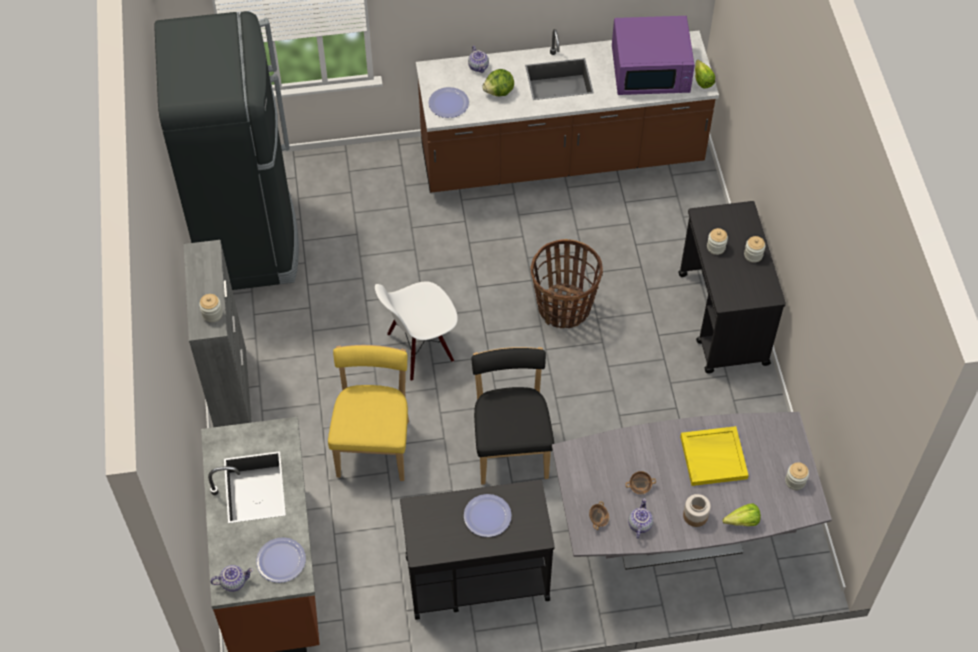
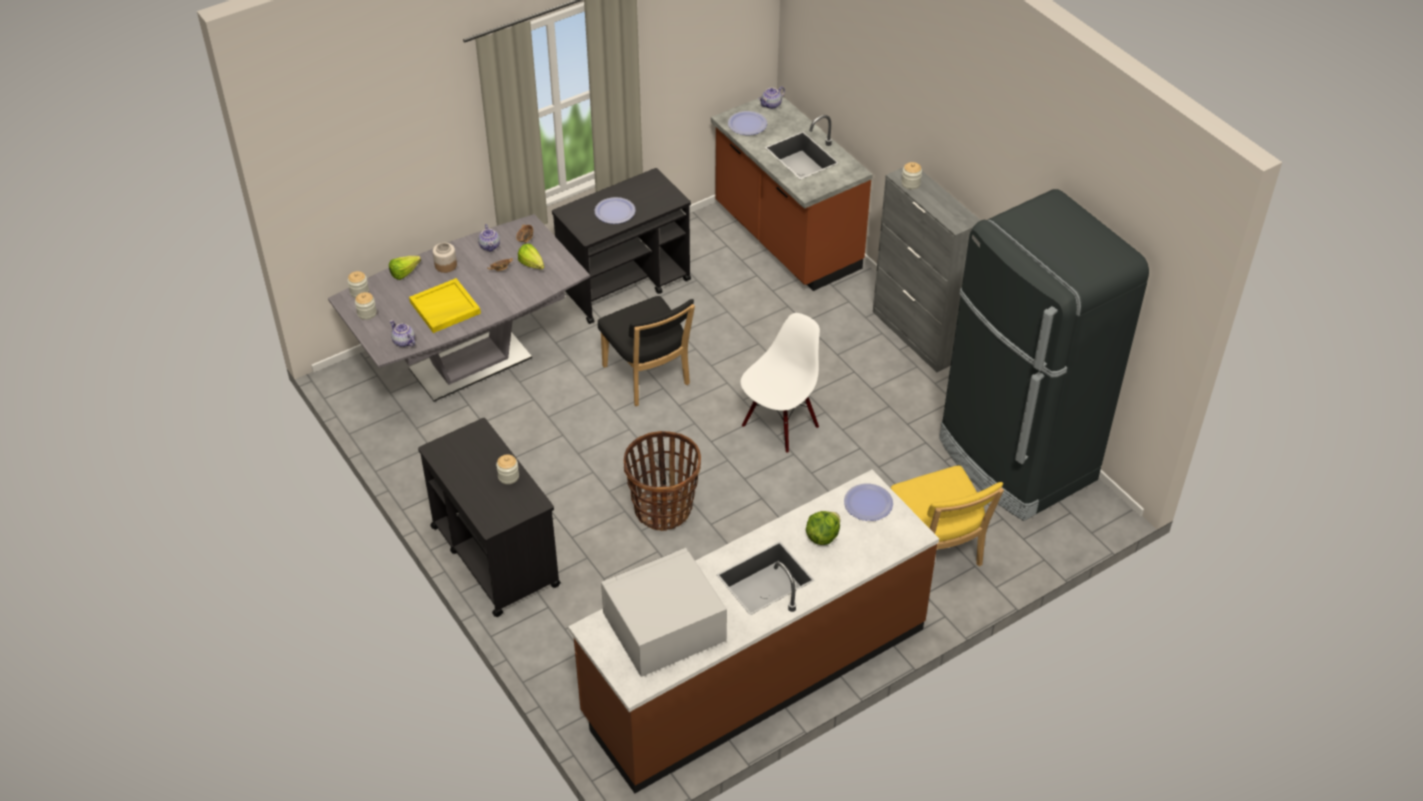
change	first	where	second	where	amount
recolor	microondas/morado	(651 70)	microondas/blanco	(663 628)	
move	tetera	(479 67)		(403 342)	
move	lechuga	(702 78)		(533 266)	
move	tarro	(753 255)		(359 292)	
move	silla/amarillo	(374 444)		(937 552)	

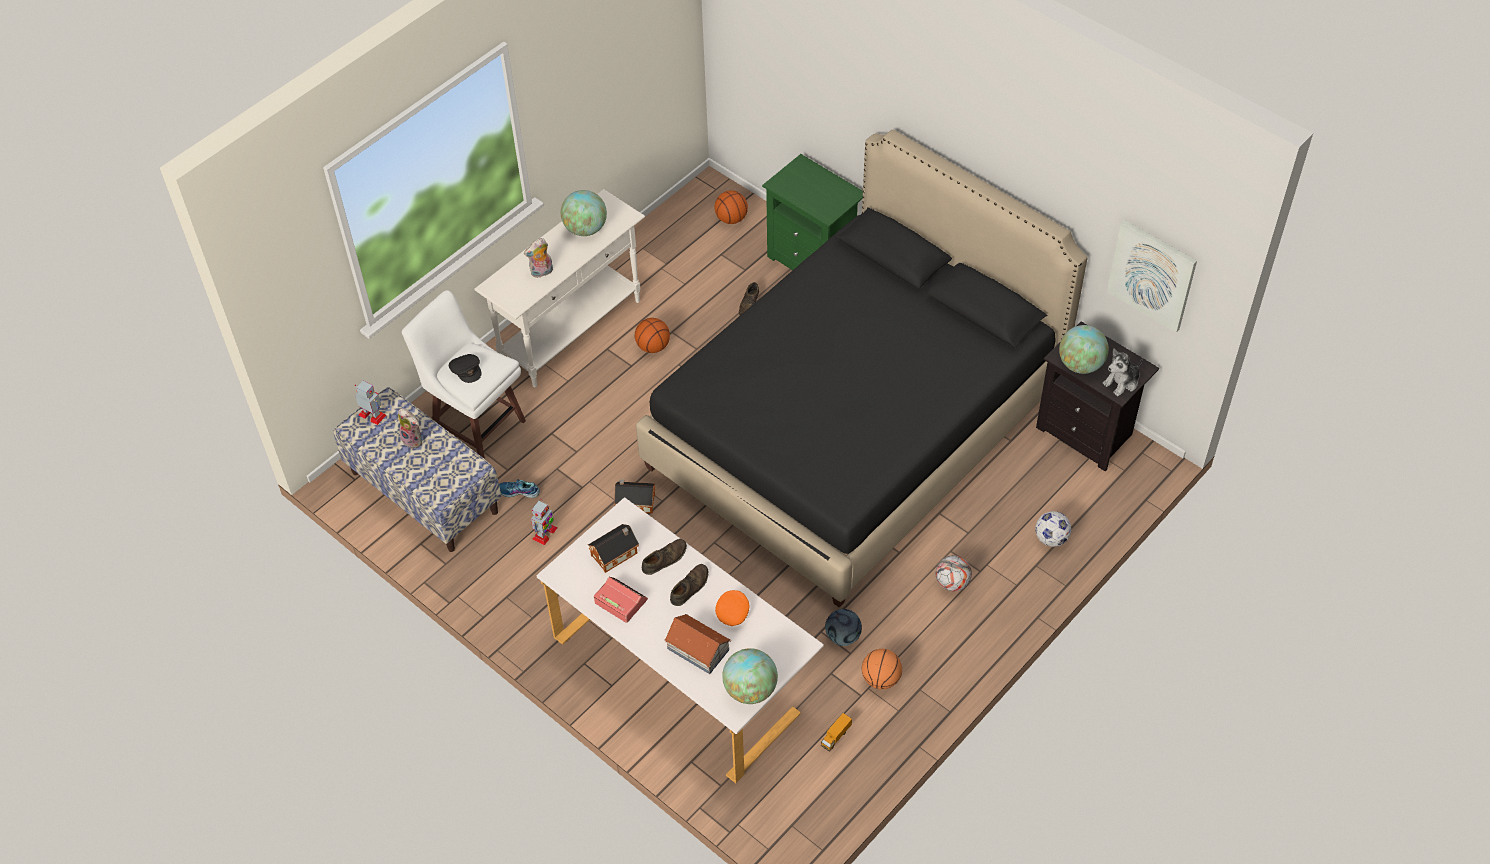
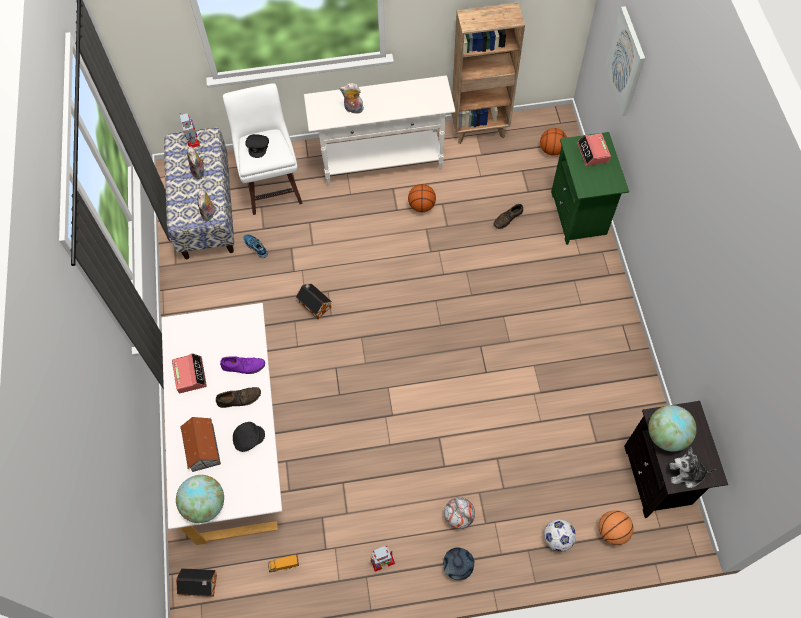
change	first	where	second	where	amount
delete	cama/negro	(854 427)			
delete	globo terráqueo	(585 229)			
move	cuadro	(1152 274)		(626 62)	
move	robot de juguete	(545 533)		(382 561)	
move	casita	(616 553)		(201 585)	
recolor	zapato/marrón	(664 559)	zapato/morado	(243 366)	
recolor	gorra/naranja	(732 611)	gorra/negro	(248 438)	
move	balón de fútbol	(842 636)		(457 566)	
move	balón de baloncesto	(881 679)		(612 531)	
insert			estantería/marrón	(480 129)	
insert			despertador	(593 153)	
insert			peluche	(209 214)	

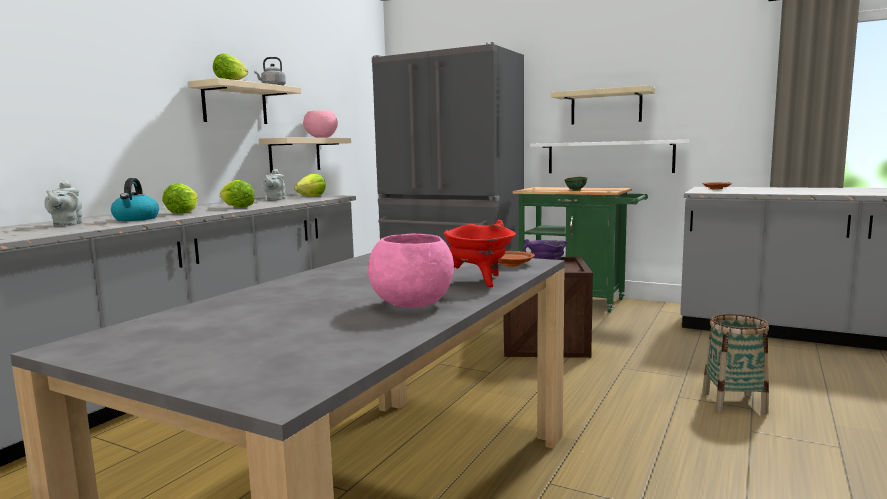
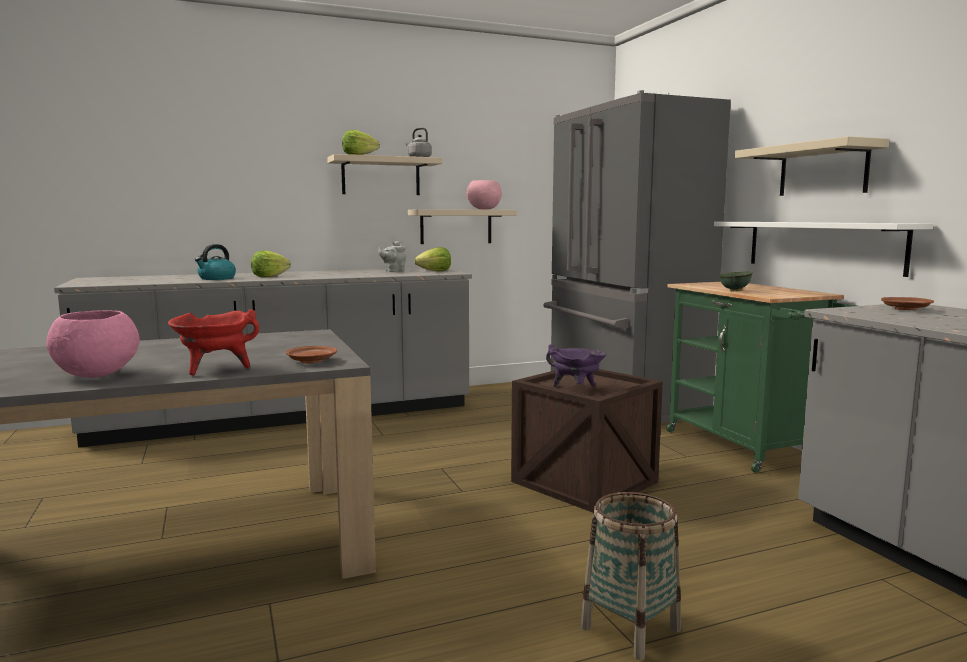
change	first	where	second	where	amount
delete	lechuga	(237 207)			
delete	tetera/gris	(66 224)			

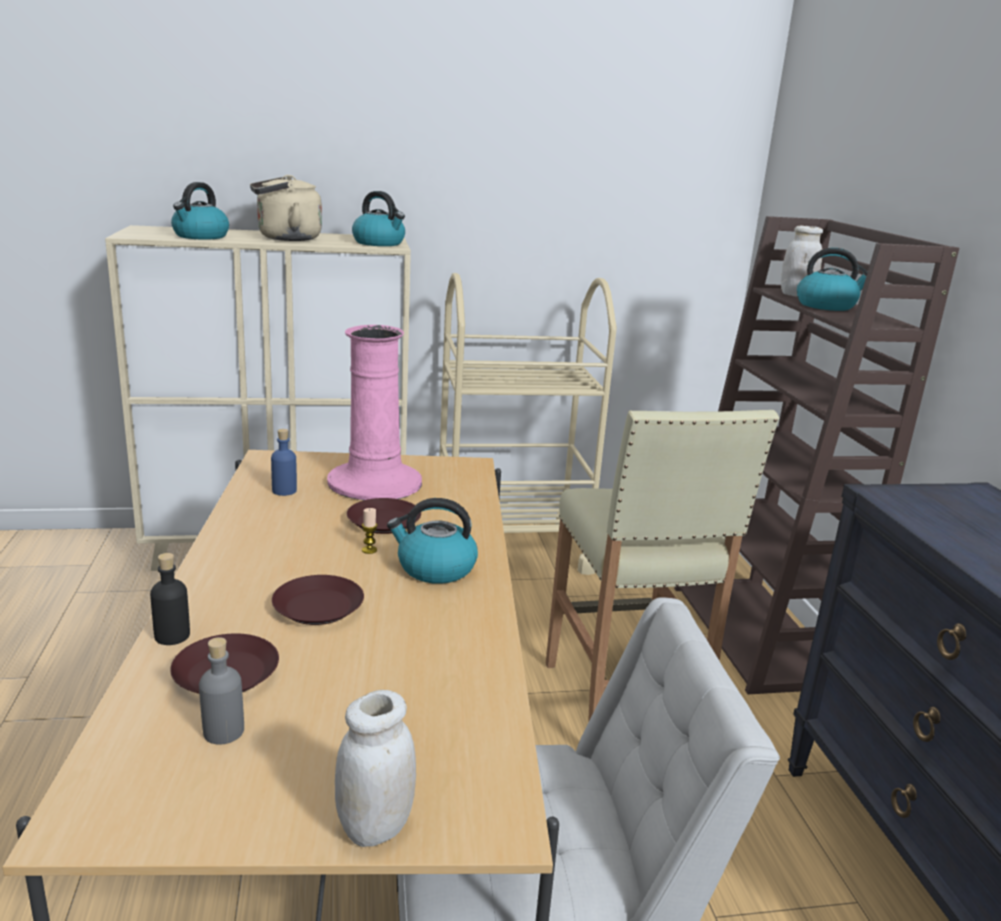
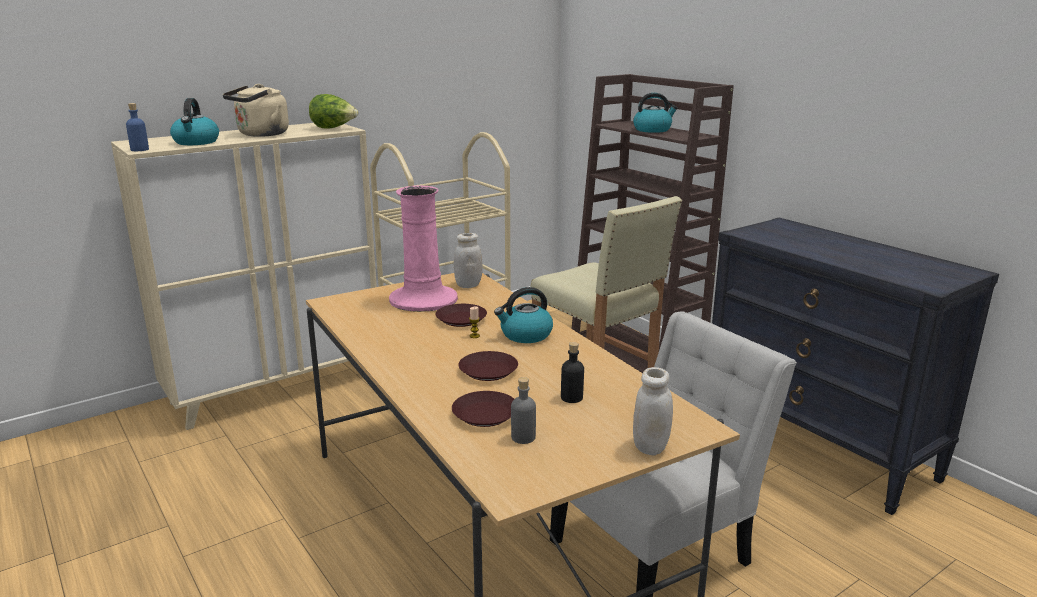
change	first	where	second	where	amount
replace	hervidor	(379 243)	lechuga	(334 128)	
move	tarro/blanco	(796 295)		(468 285)	
move	botella/azul	(284 491)		(140 149)	
move	botella/negro	(172 636)		(571 397)	

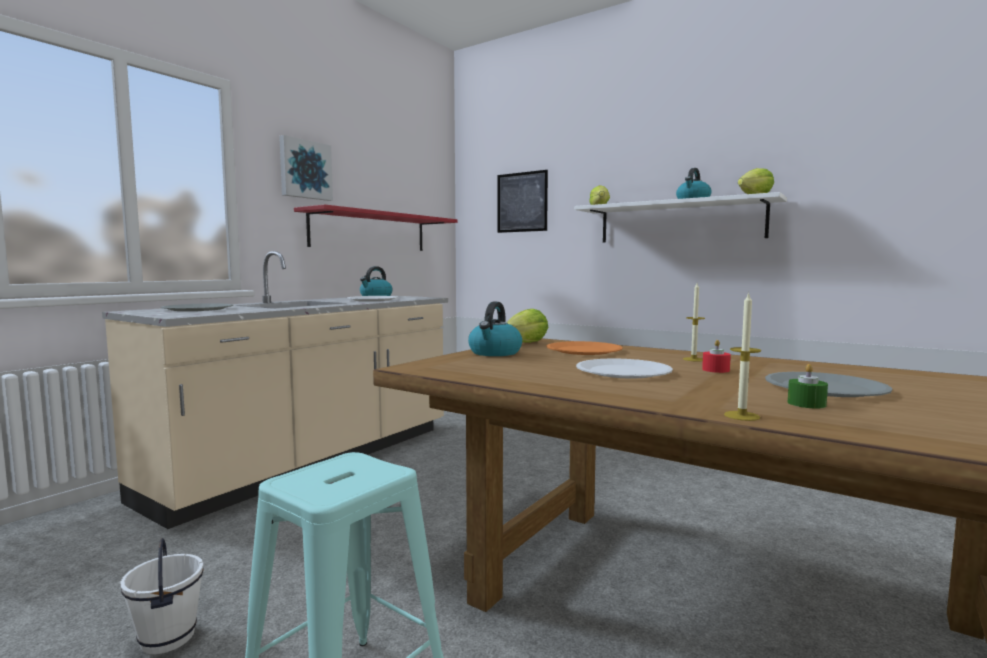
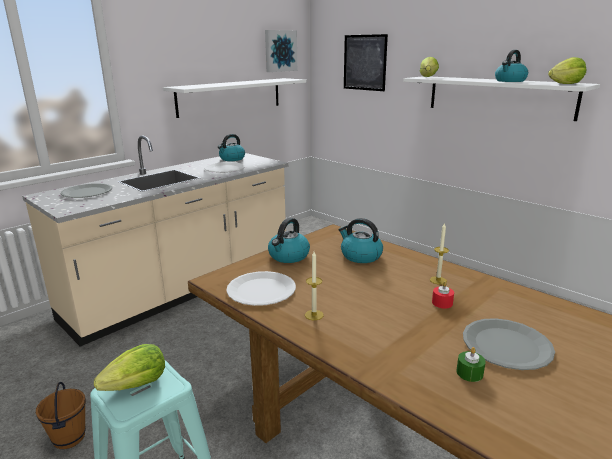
change	first	where	second	where	amount
move	cuadro	(305 169)		(280 51)	
recolor	estante/rojo	(370 232)	estante/blanco	(230 96)	
move	vela	(741 416)		(314 315)	
move	lechuga	(526 343)		(137 385)	
replace	plato/naranja	(584 350)	hervidor	(360 256)	
move	plato/blanco	(623 371)		(261 290)	
recolor	cubo/blanco	(166 638)	cubo/marrón	(68 438)	

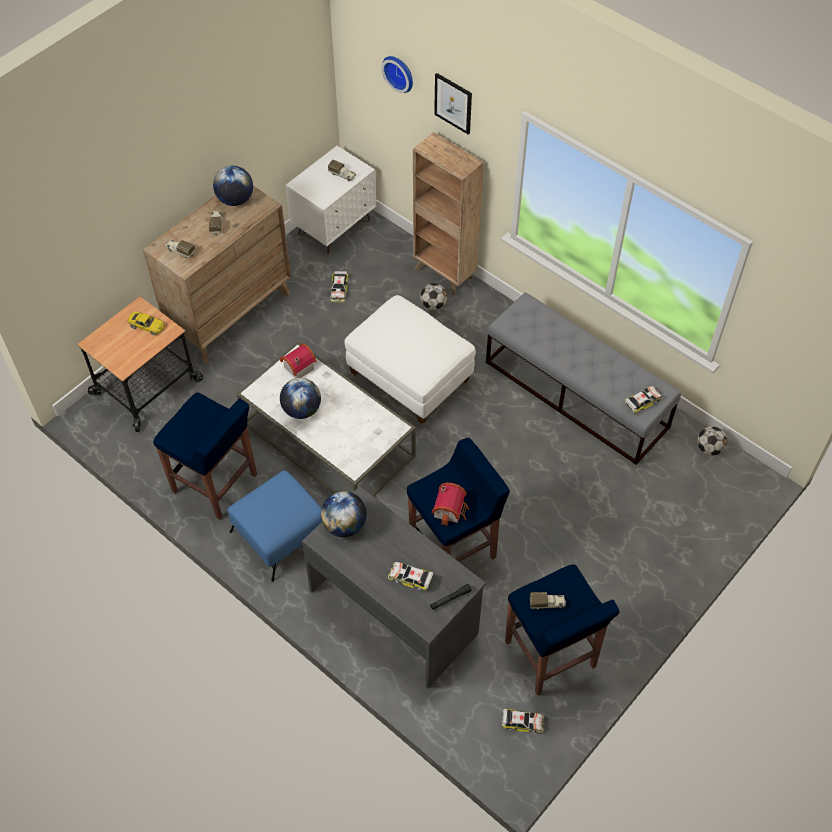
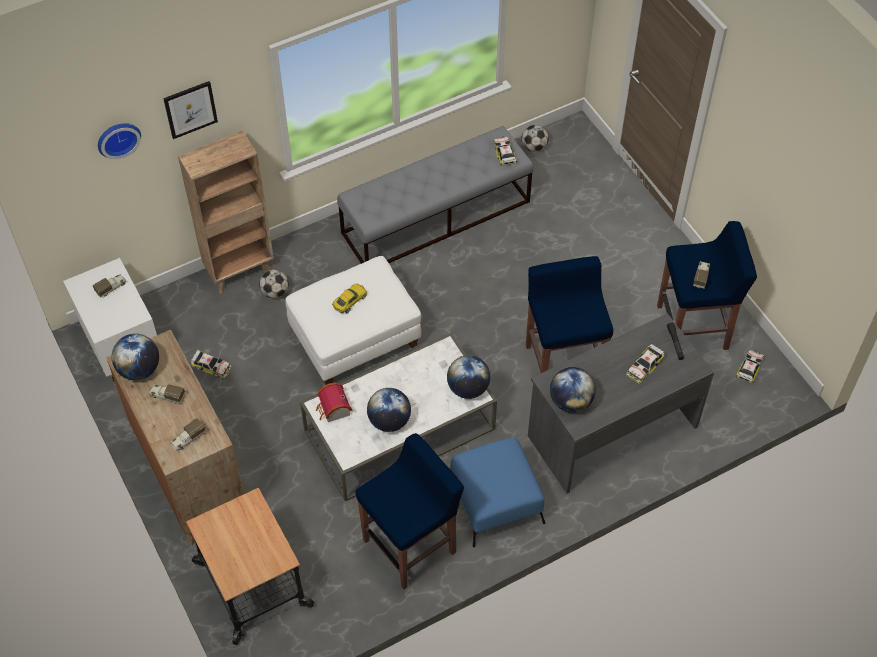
change	first	where	second	where	amount
move	coche de juguete/amarillo	(147 326)		(349 301)	
delete	casita	(451 509)			
insert			globo terráqueo	(468 388)	

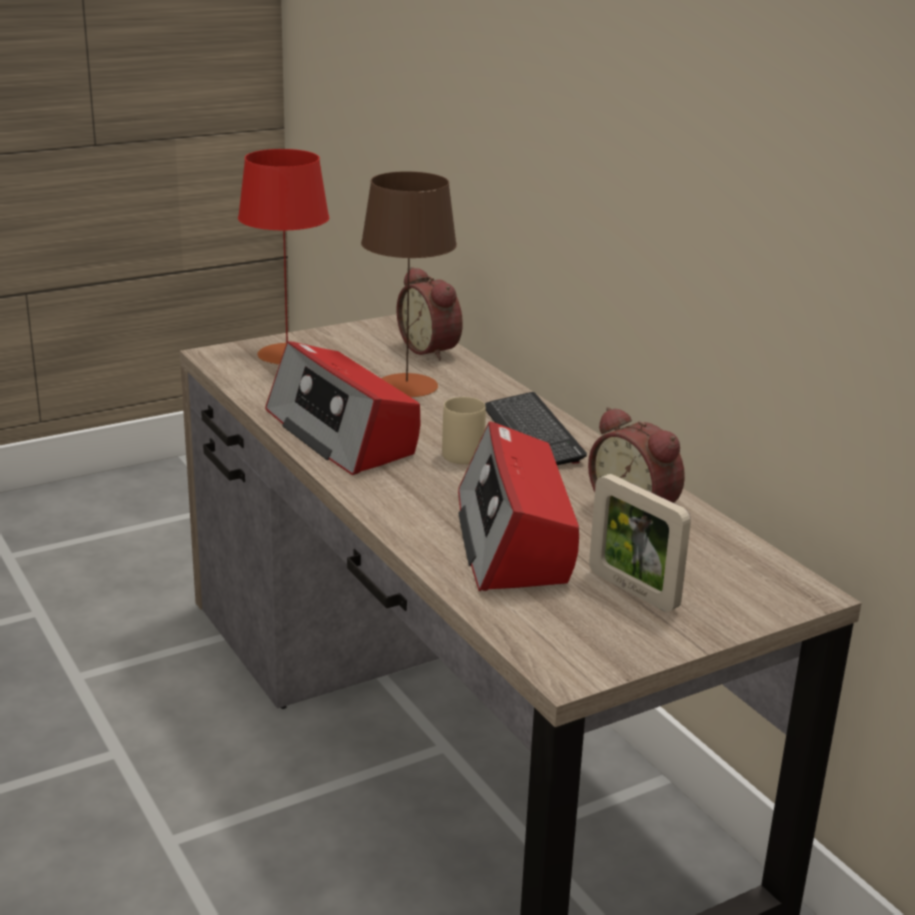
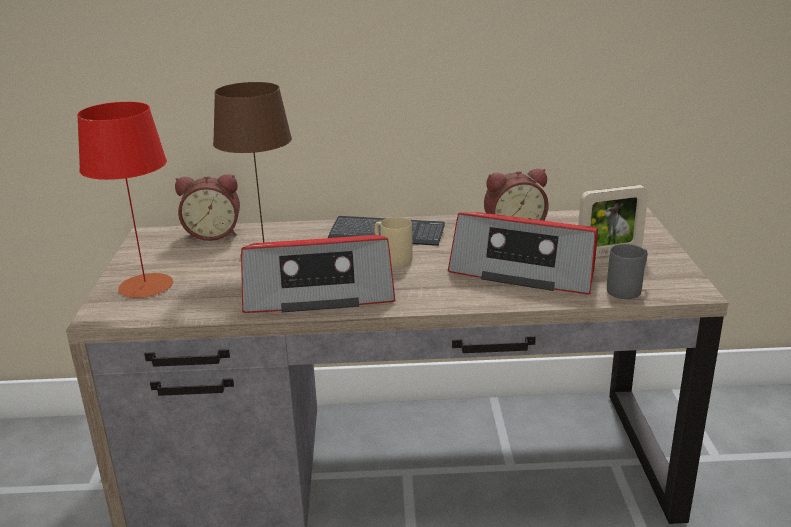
change	first	where	second	where	amount
insert			taza grande/gris	(628 289)	

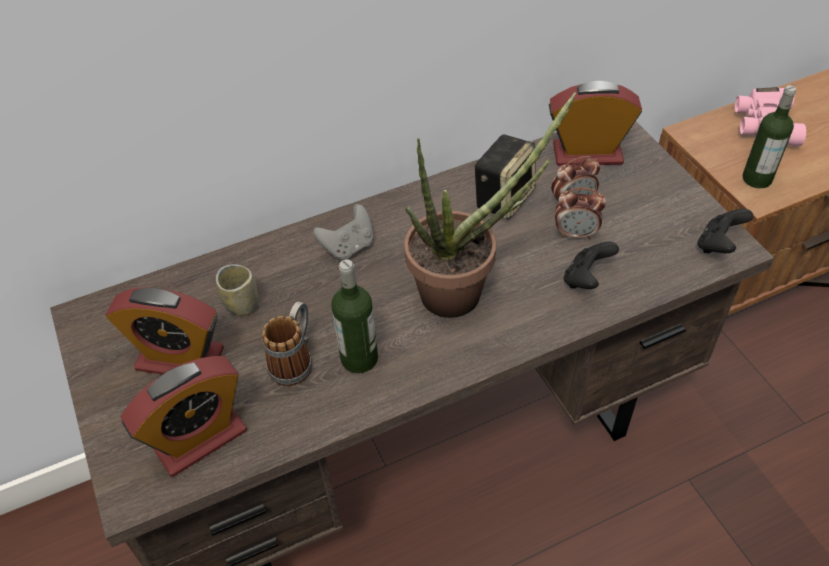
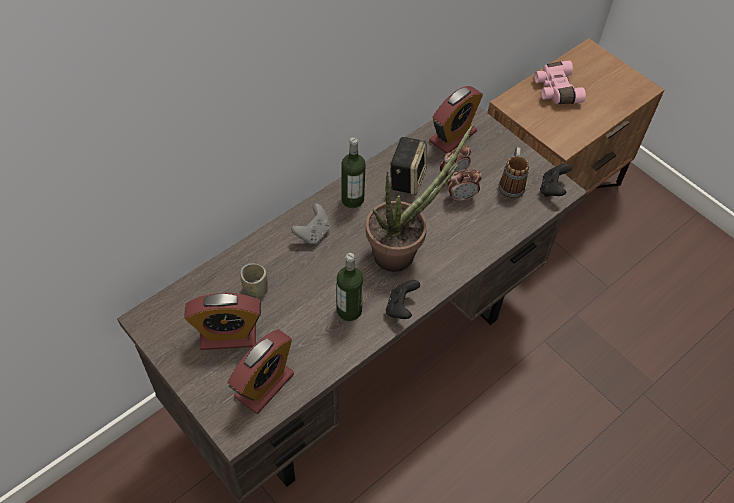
change	first	where	second	where	amount
rotate	despertador	(587 154)		(452 136)	150 degrees clockwise
move	botella	(757 179)		(352 199)	
move	mando de consola/negro	(586 279)		(401 307)	
move	taza grande	(295 360)		(511 184)	

